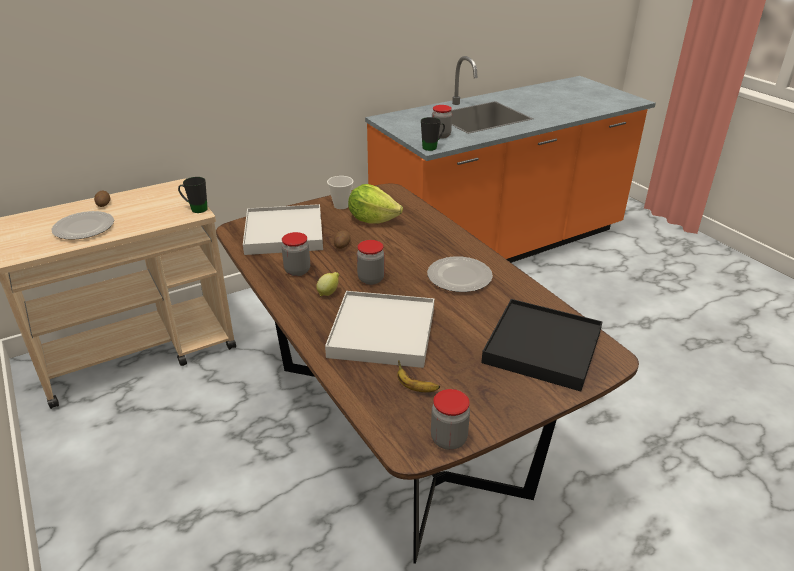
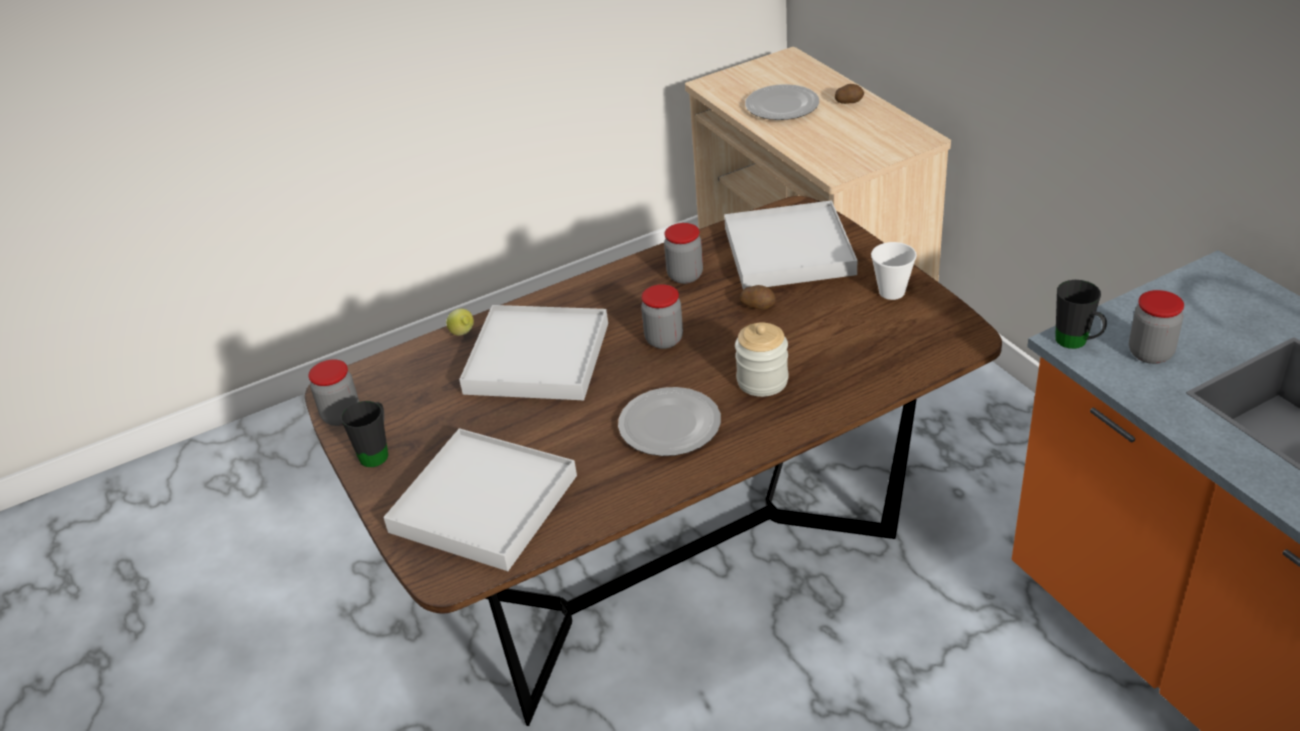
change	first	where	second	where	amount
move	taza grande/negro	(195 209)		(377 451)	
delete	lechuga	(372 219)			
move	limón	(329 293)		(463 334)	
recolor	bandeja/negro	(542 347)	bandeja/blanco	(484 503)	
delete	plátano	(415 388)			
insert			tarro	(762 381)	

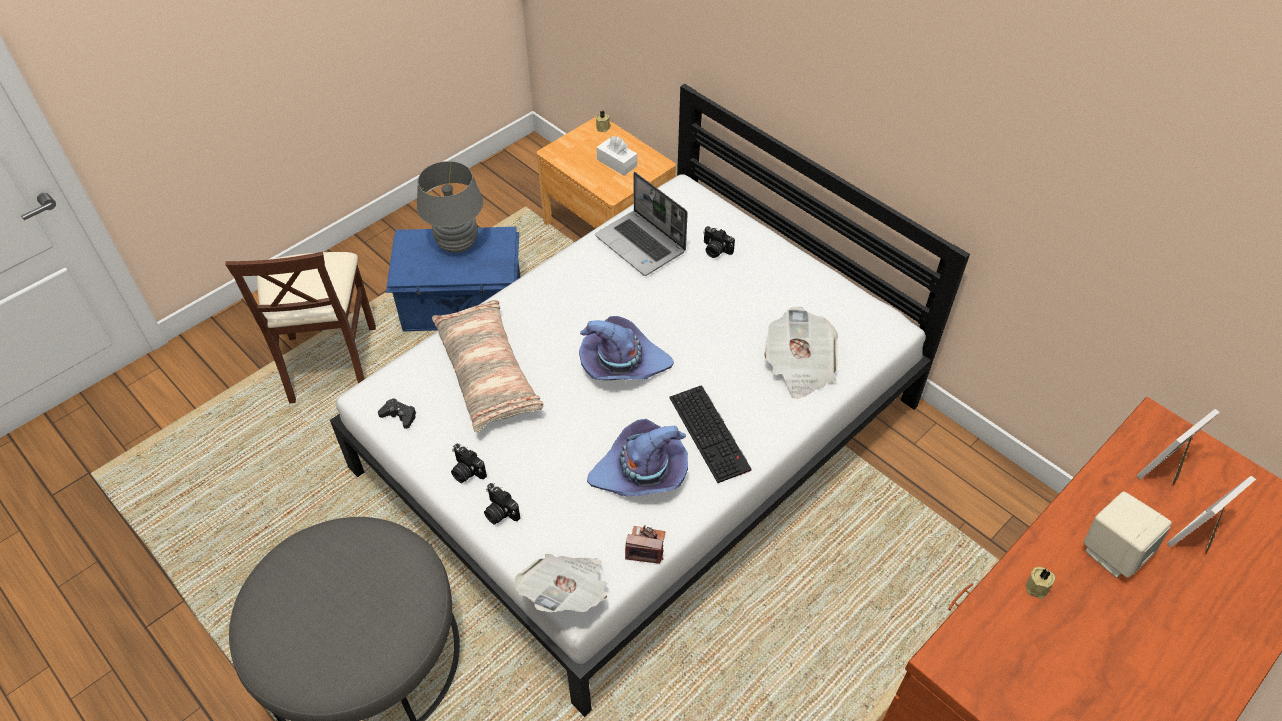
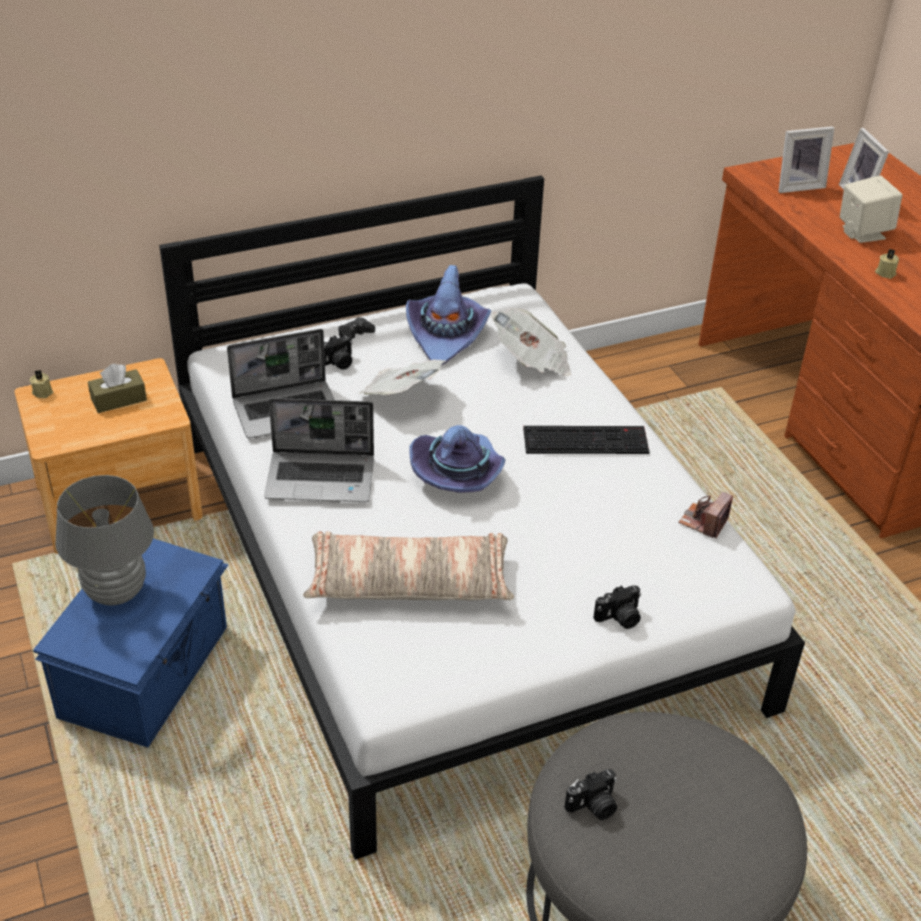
change	first	where	second	where	amount
recolor	caja de pañuelos/blanco	(617 163)	caja de pañuelos/marrón	(118 399)	
delete	silla/marrón	(330 363)			
move	mando de consola/negro	(399 416)		(355 334)	
rotate	portarretratos	(1167 470)		(797 185)	90 degrees counterclockwise
move	sombrero/morado	(642 472)		(446 335)	
move	cámara	(466 471)		(593 806)	
move	periódico	(567 593)		(401 395)	
insert			portátil	(322 478)	

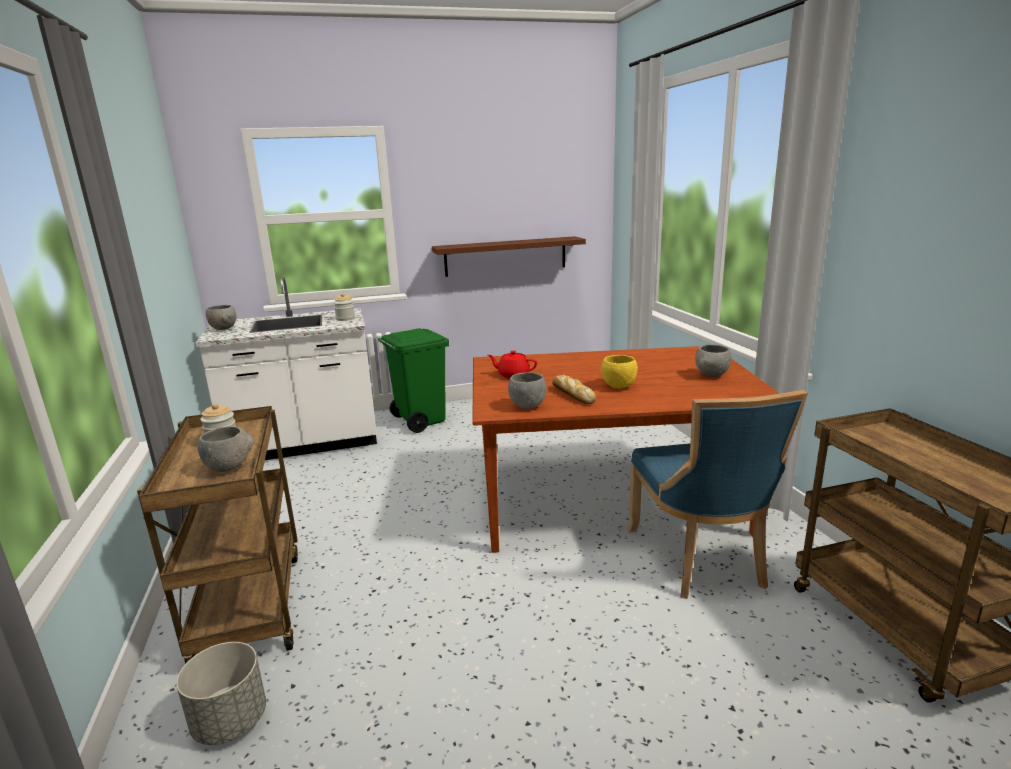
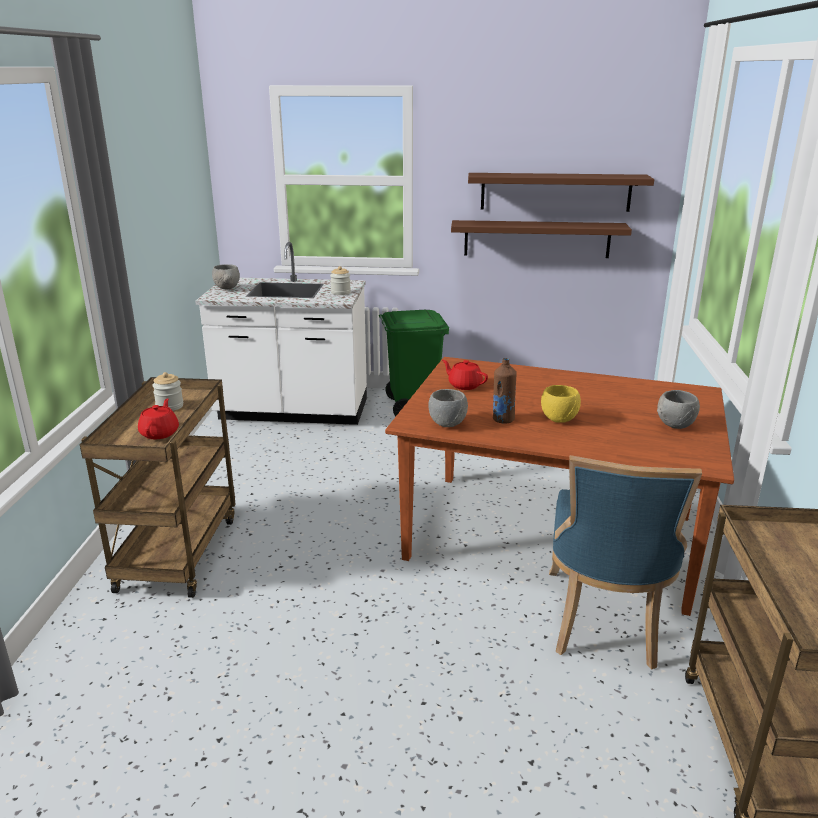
change	first	where	second	where	amount
replace	pan	(572 394)	botella/marrón	(503 419)	
replace	cuenco/gris	(229 468)	tetera/rojo	(160 433)	
delete	maceta/gris	(229 721)			
insert			estante/marrón	(555 192)	

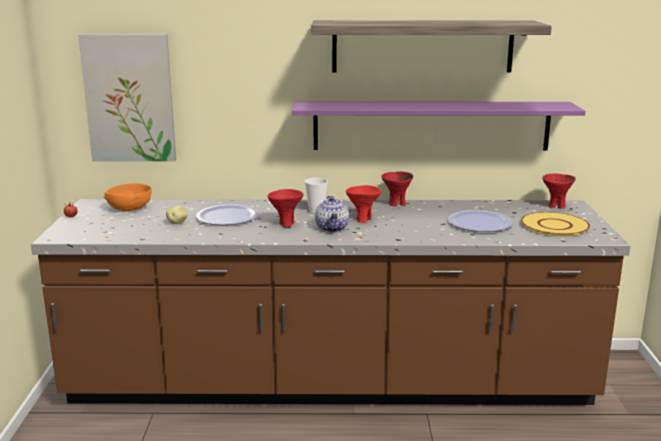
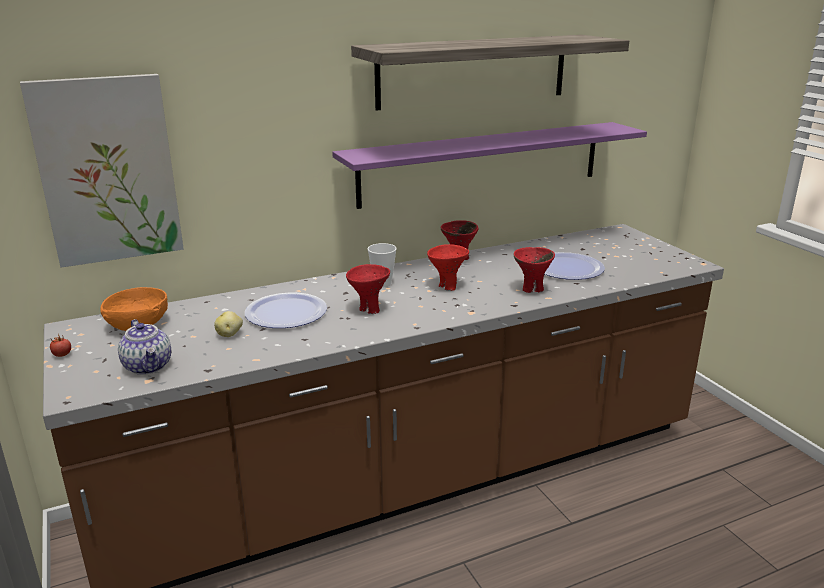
change	first	where	second	where	amount
move	cuenco/rojo	(556 206)		(532 289)	
move	tetera	(332 228)		(148 366)	
delete	plato/amarillo	(554 225)			

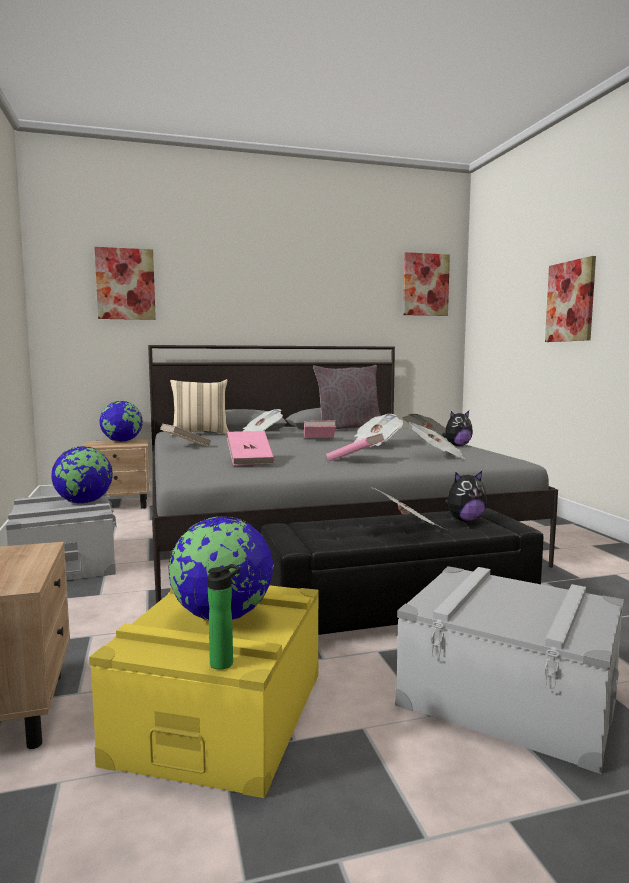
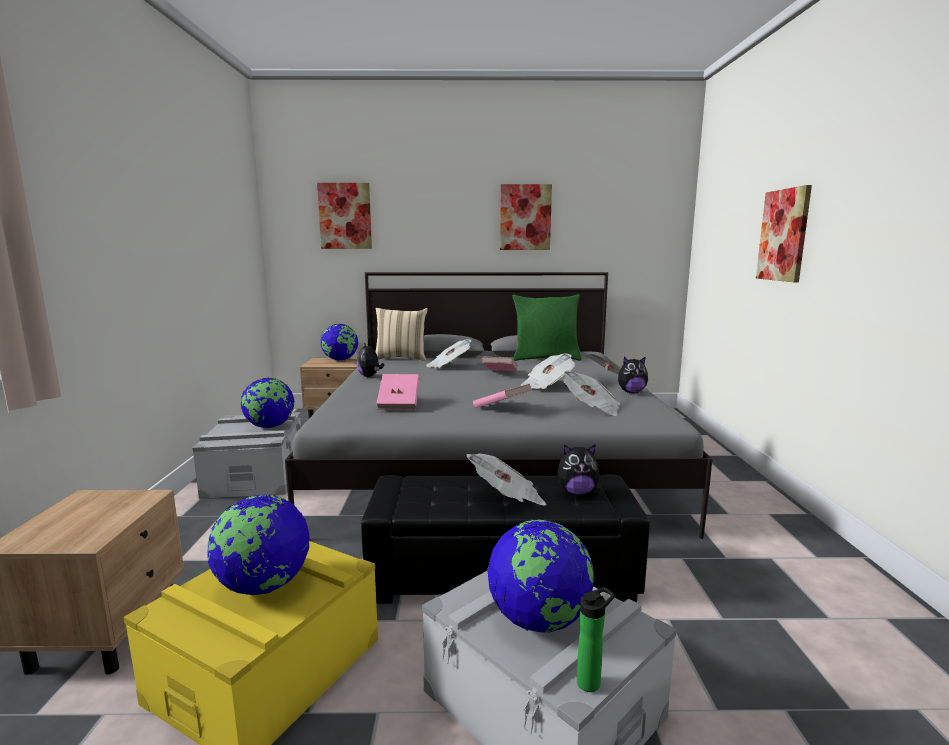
change	first	where	second	where	amount
move	cuadro	(425 285)		(525 217)	
recolor	cojín/gris	(348 429)	cojín/verde	(545 358)	
replace	libro/beis	(186 446)	peluche	(370 376)	
move	botella	(224 662)		(591 682)	
insert			globo terráqueo	(539 620)	

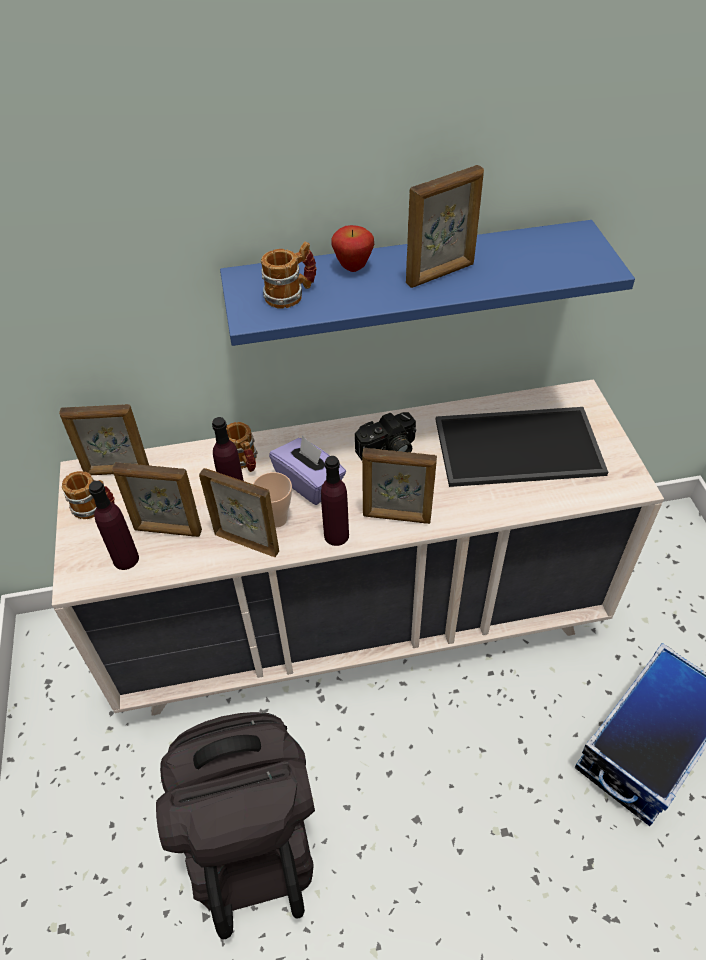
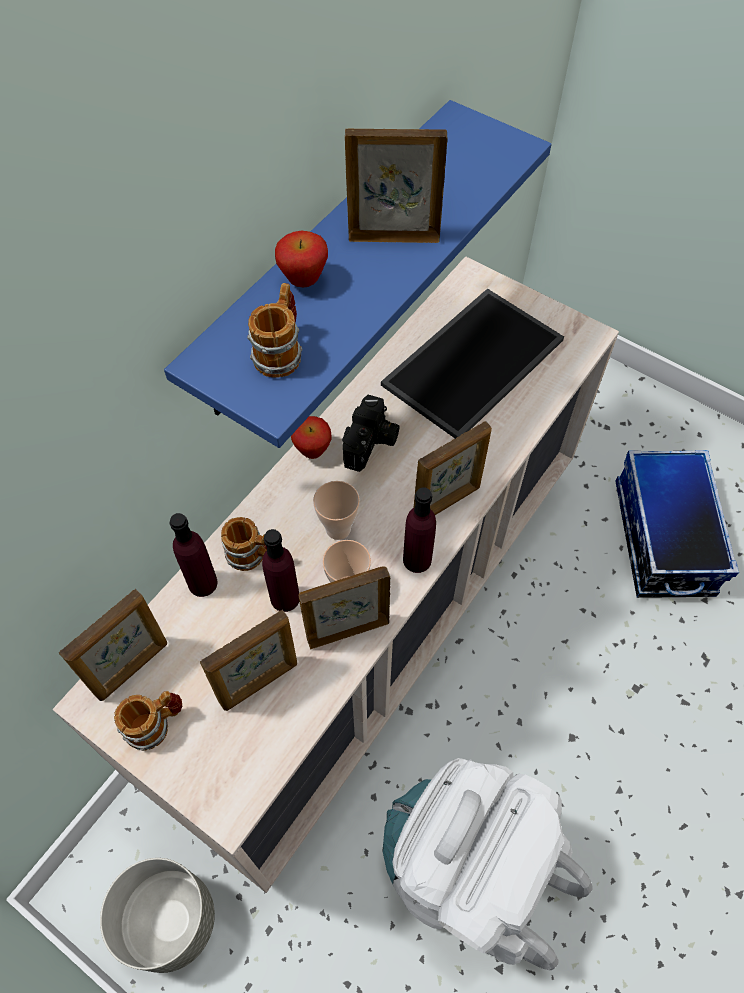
change	first	where	second	where	amount
rotate	portarretratos	(441 274)		(393 237)	105 degrees counterclockwise
replace	caja de pañuelos/morado	(309 482)	taza	(338 528)	
move	botella/morado	(126 559)		(203 583)	
recolor	mochila/negro	(251 835)	mochila/blanco	(469 872)	
insert			manzana	(313 451)	
insert			maceta/gris	(171 921)	

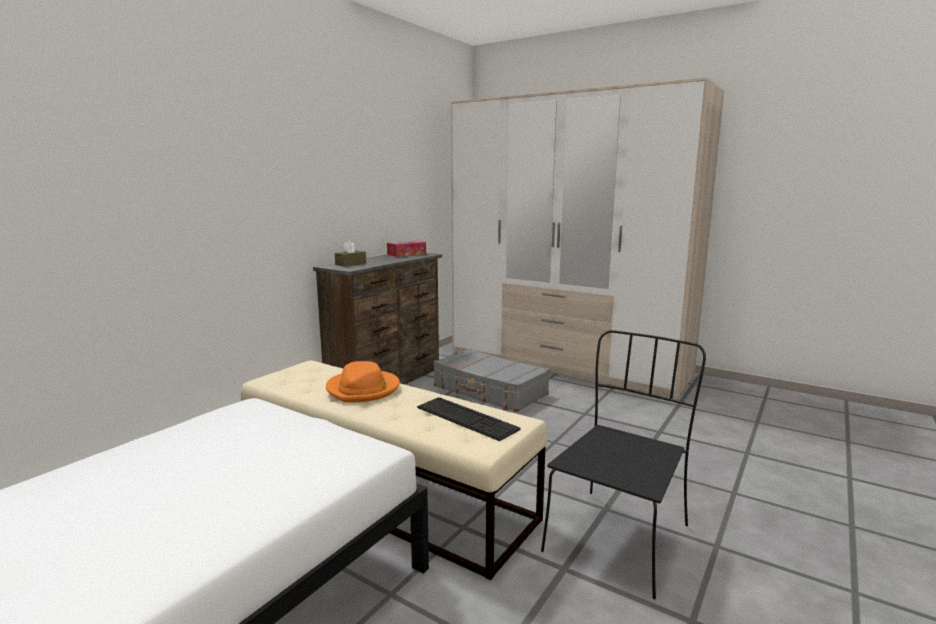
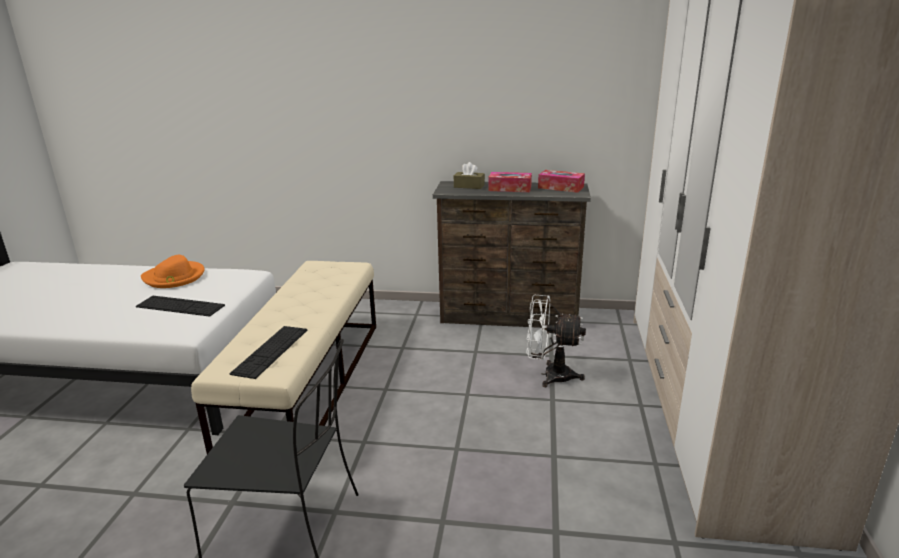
change	first	where	second	where	amount
replace	maleta/gris	(489 391)	ventilador/blanco	(550 375)	
move	sombrero/naranja	(363 389)		(174 277)	
insert			caja de pañuelos	(510 188)	
insert			teclado	(180 306)	

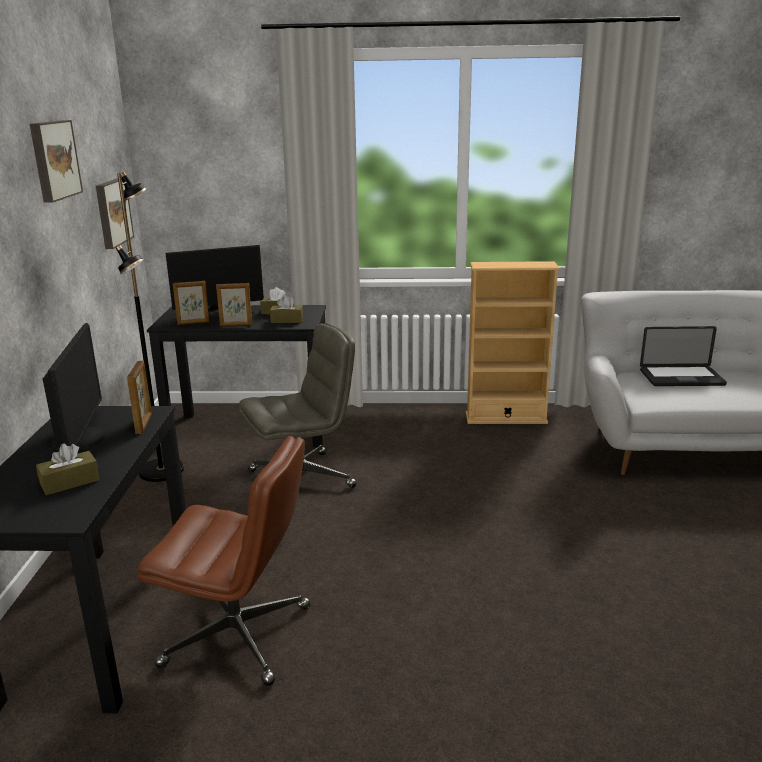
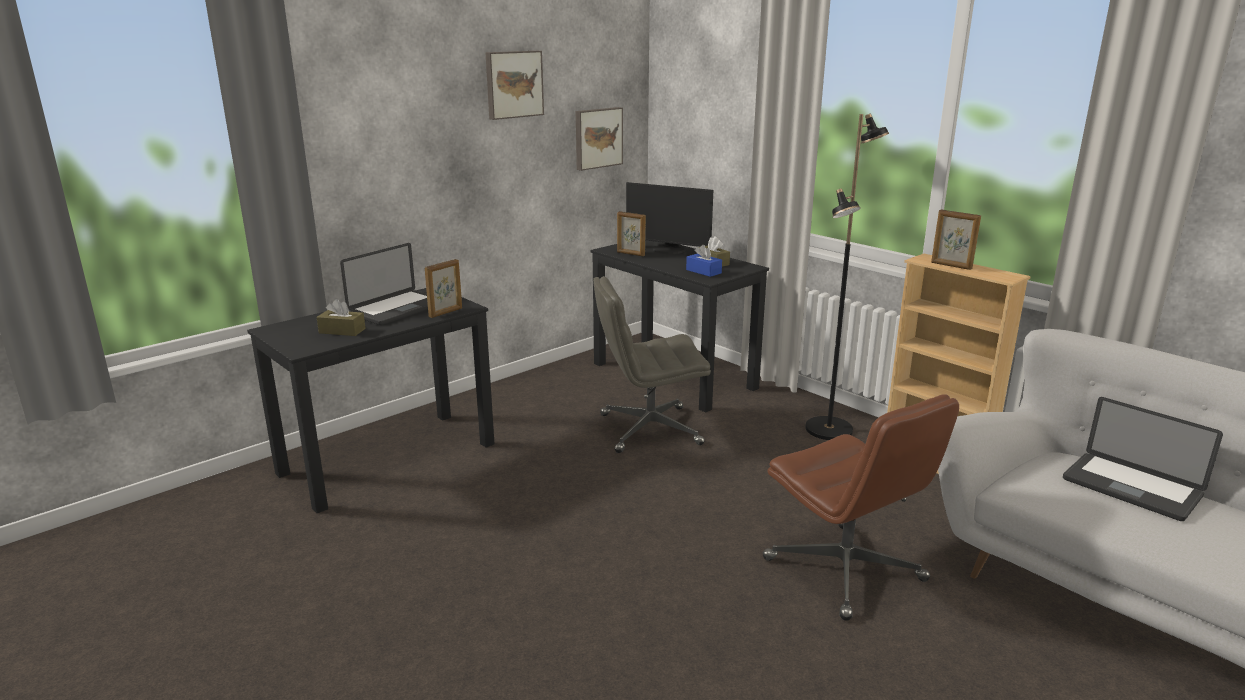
change	first	where	second	where	amount
move	lámpara de pie/negro	(162 470)		(830 430)	
move	portarretratos	(236 325)		(951 266)	
recolor	caja de pañuelos/marrón	(287 320)	caja de pañuelos/azul	(703 271)	
replace	monitor	(81 439)	portátil	(398 309)	
rotate	silla de oficina/gris	(302 478)		(648 430)	150 degrees clockwise
move	silla de oficina/marrón	(239 636)		(846 571)	

